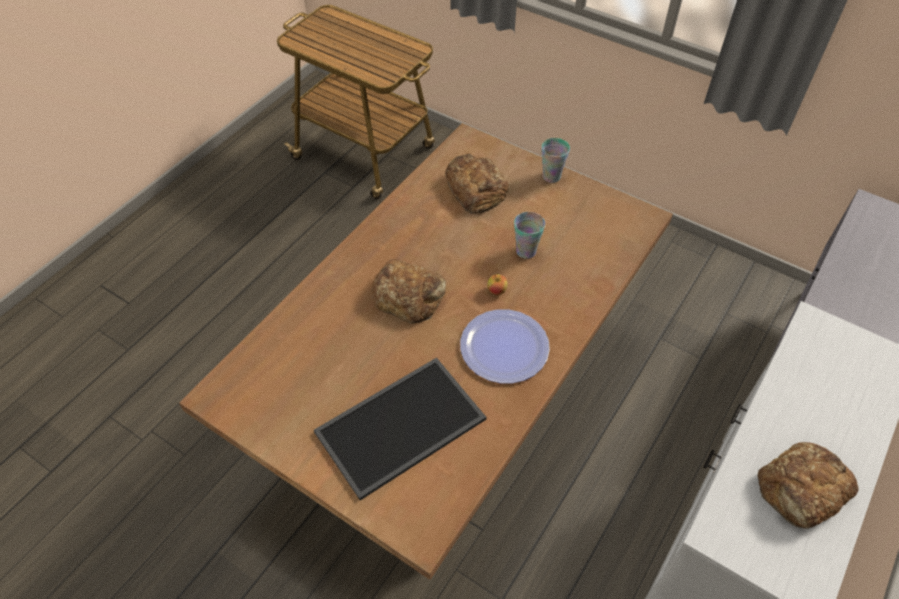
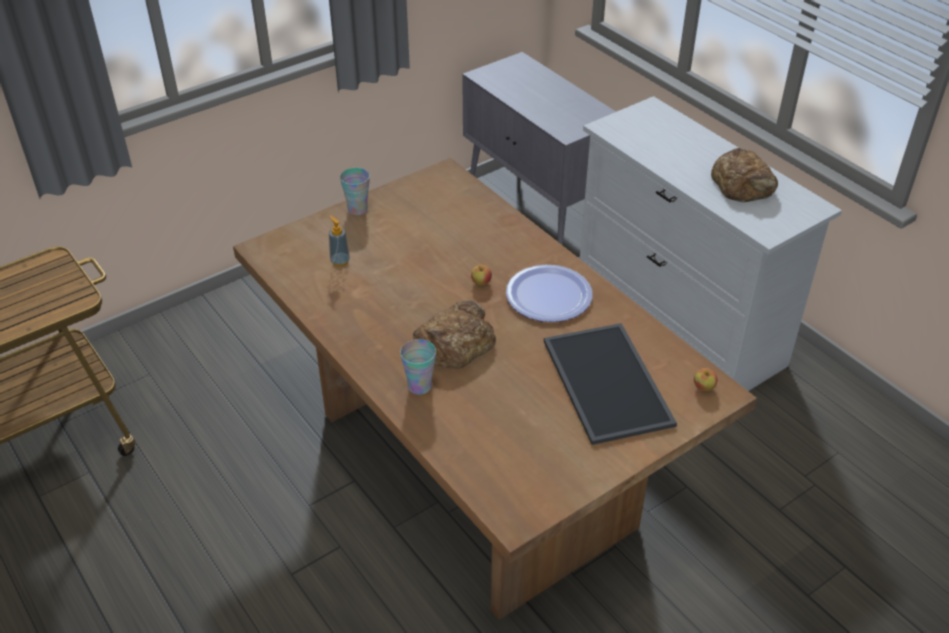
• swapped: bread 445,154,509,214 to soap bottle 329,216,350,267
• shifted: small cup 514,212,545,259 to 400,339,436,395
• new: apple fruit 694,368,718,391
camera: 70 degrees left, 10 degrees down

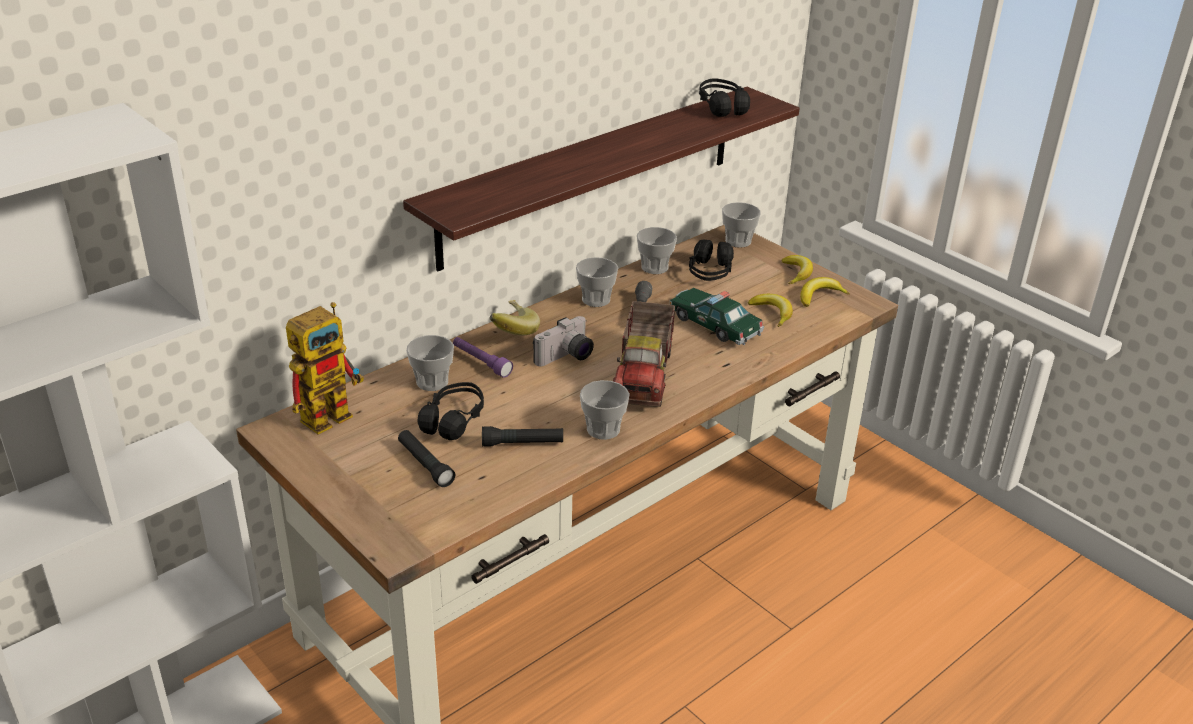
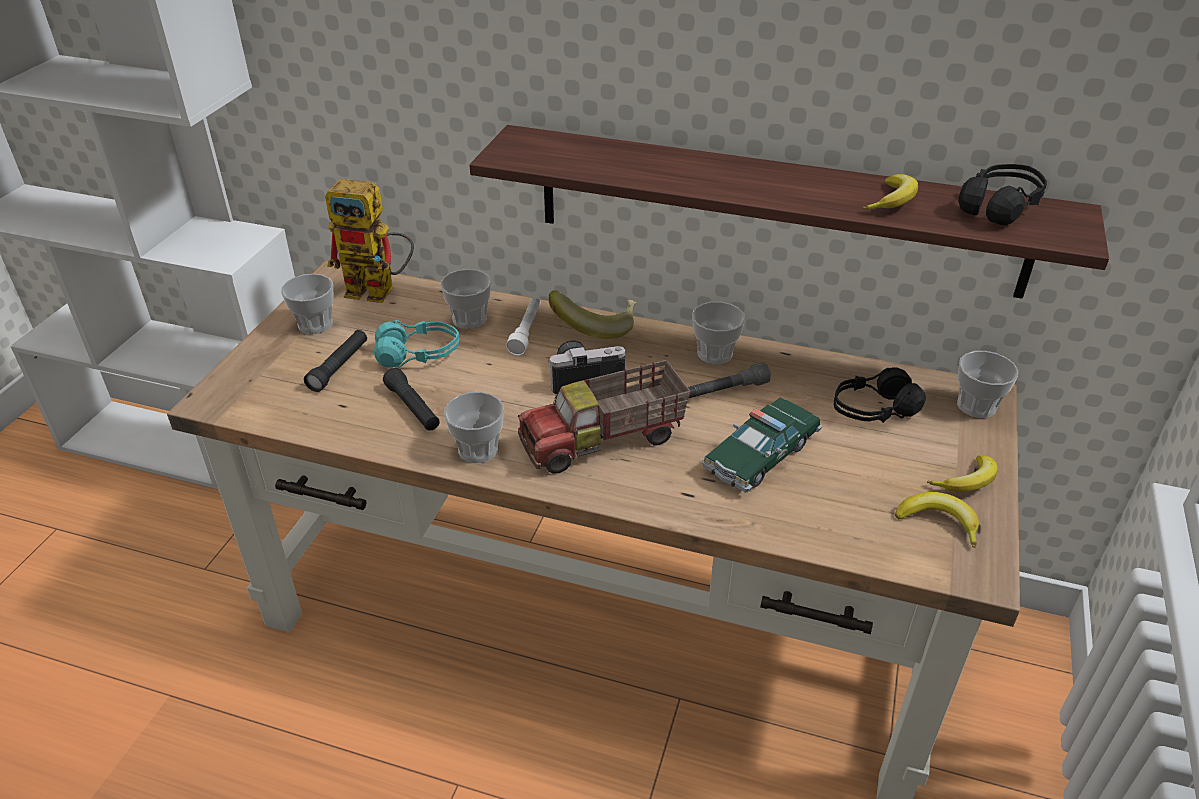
• shifted: small cup 637,227,677,274 to 281,274,334,334
• rotated: toy car 669,288,764,345 = 702,397,822,492 150 degrees counterclockwise
• shifted: whole banana 748,294,793,327 to 862,174,918,210
• rotated: still camera 533,316,594,366 = 548,340,625,394 150 degrees clockwise
• repainted: purplish flashlight 453,337,513,378 to white flashlight 506,298,540,355
• repainted: black-coloured pair of headphones 418,382,484,440 to turquoise pair of headphones 374,320,460,368
camera: 60 degrees right, 5 degrees up

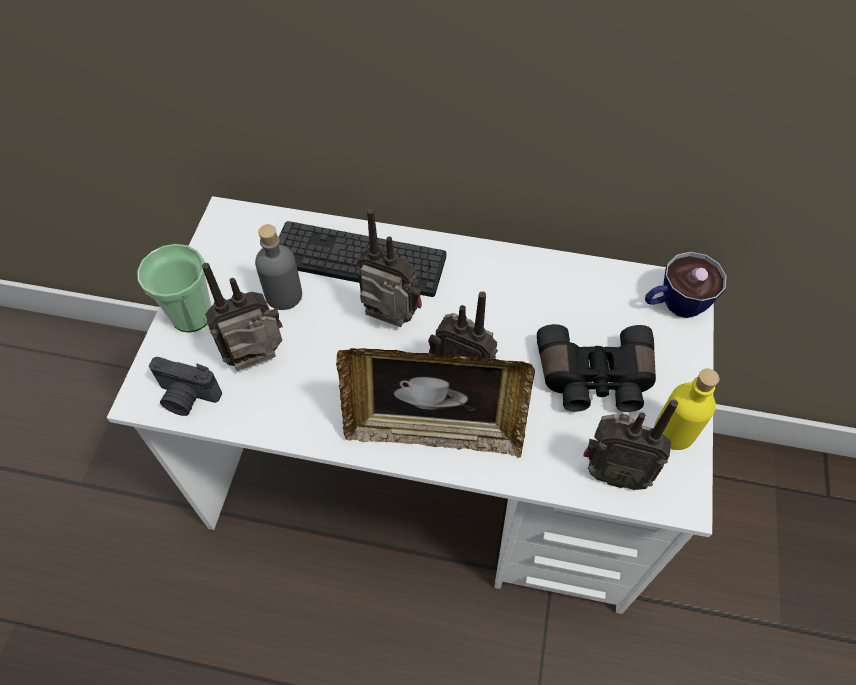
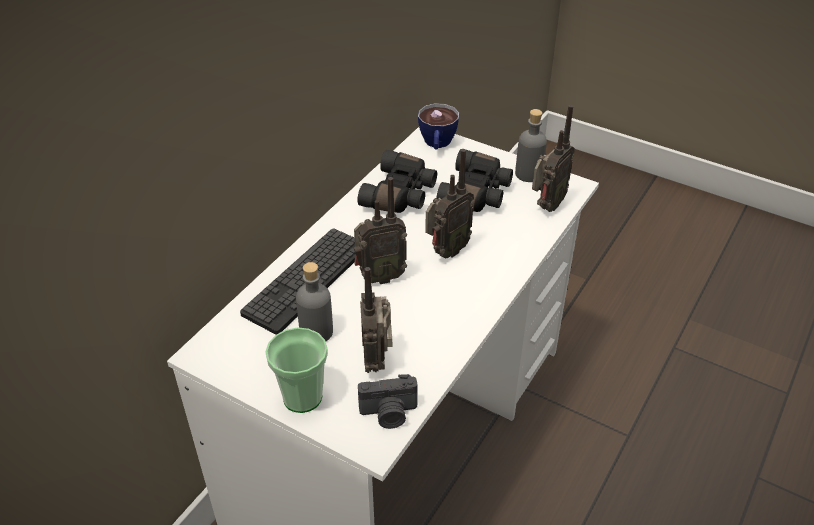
• rotated: radio 357,209,422,327 = 354,177,407,284 150 degrees counterclockwise
• gone: standing frame 336,348,535,458
• rotated: still camera 149,357,222,416 = 358,374,418,429 45 degrees clockwise
• repainted: yellow-coloured drink bottle 654,369,719,450 to grey drink bottle 515,109,547,182
• new: black-coloured field glasses 357,150,437,213
camera: 70 degrees left, 15 degrees down

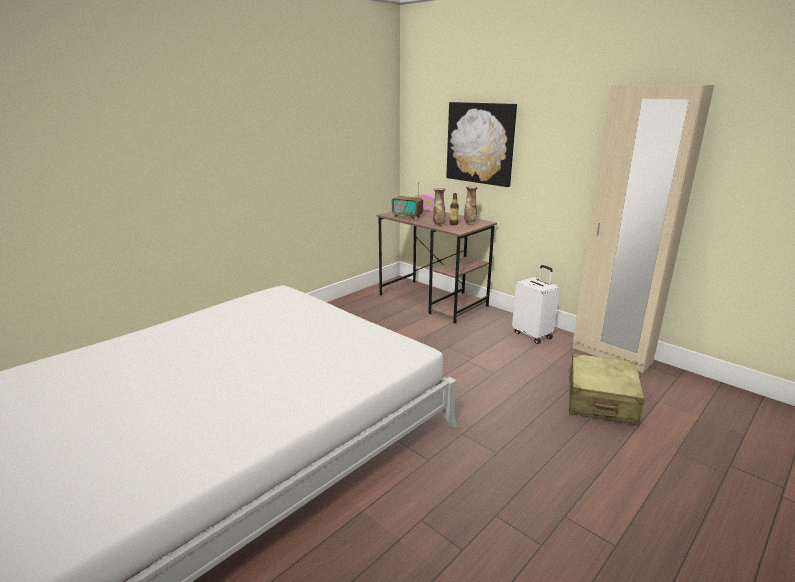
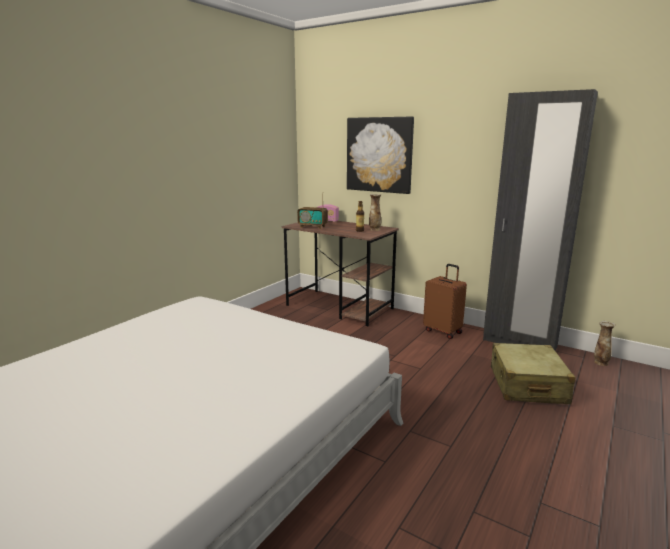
• repainted: sand-coloured wardrobe 573,85,714,373 to black-coloured wardrobe 483,89,598,351
• shifted: decorative vase 433,187,446,227 to 594,321,616,366
• repainted: white suitcase 512,265,559,344 to brownish suitcase 423,264,467,339
camera: 10 degrees left, 5 degrees down

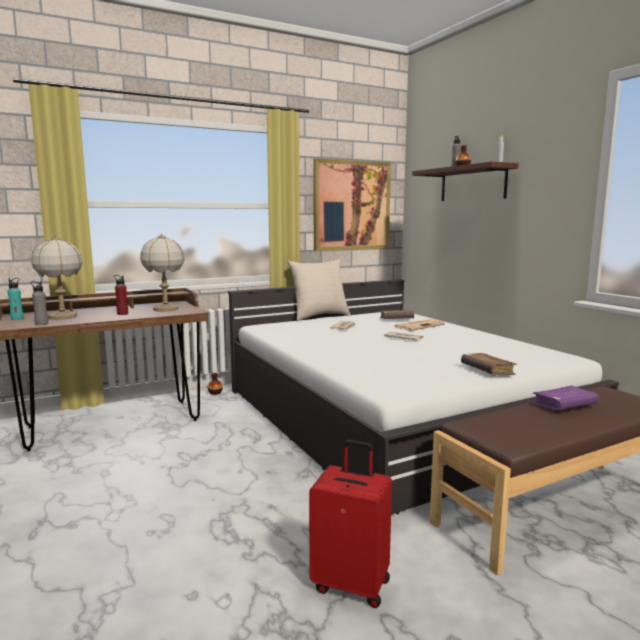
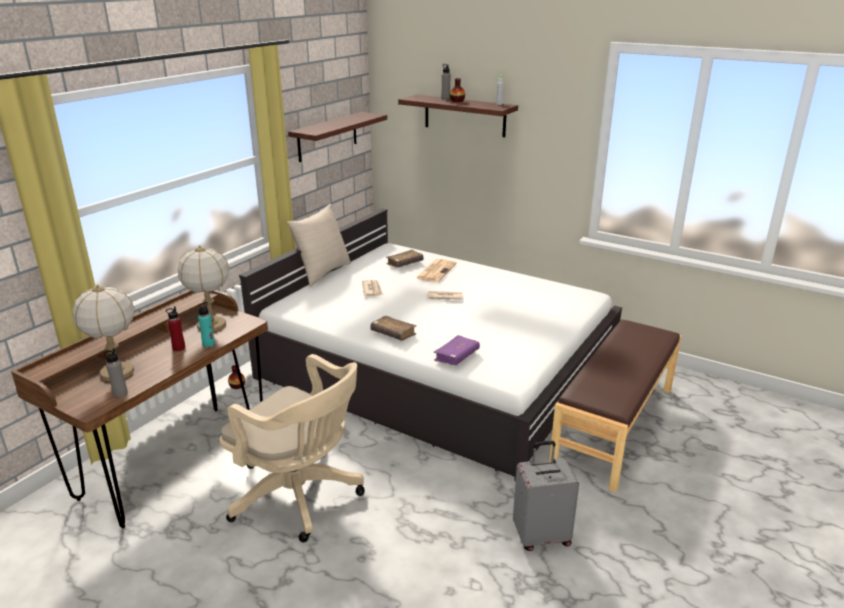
• swapped: wall art 313,158,391,251 to bracket shelf 288,112,387,162
• shifted: turquoise drink bottle 8,278,24,320 to 198,302,215,347
• shifted: brownish book 461,353,517,375 to 370,316,417,341
• shifted: purplish book 533,386,599,410 to 433,335,480,365
• repainted: red-coloured suitcase 309,440,392,608 to grey suitcase 513,441,579,551
• new: sand-coloured computer chair 219,354,365,542
camera: 30 degrees left, 15 degrees up

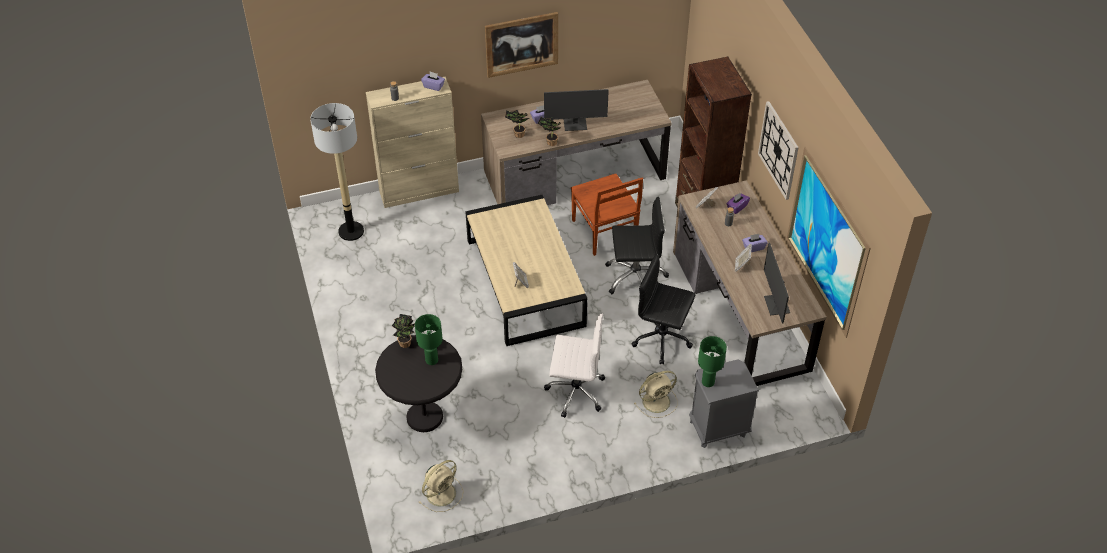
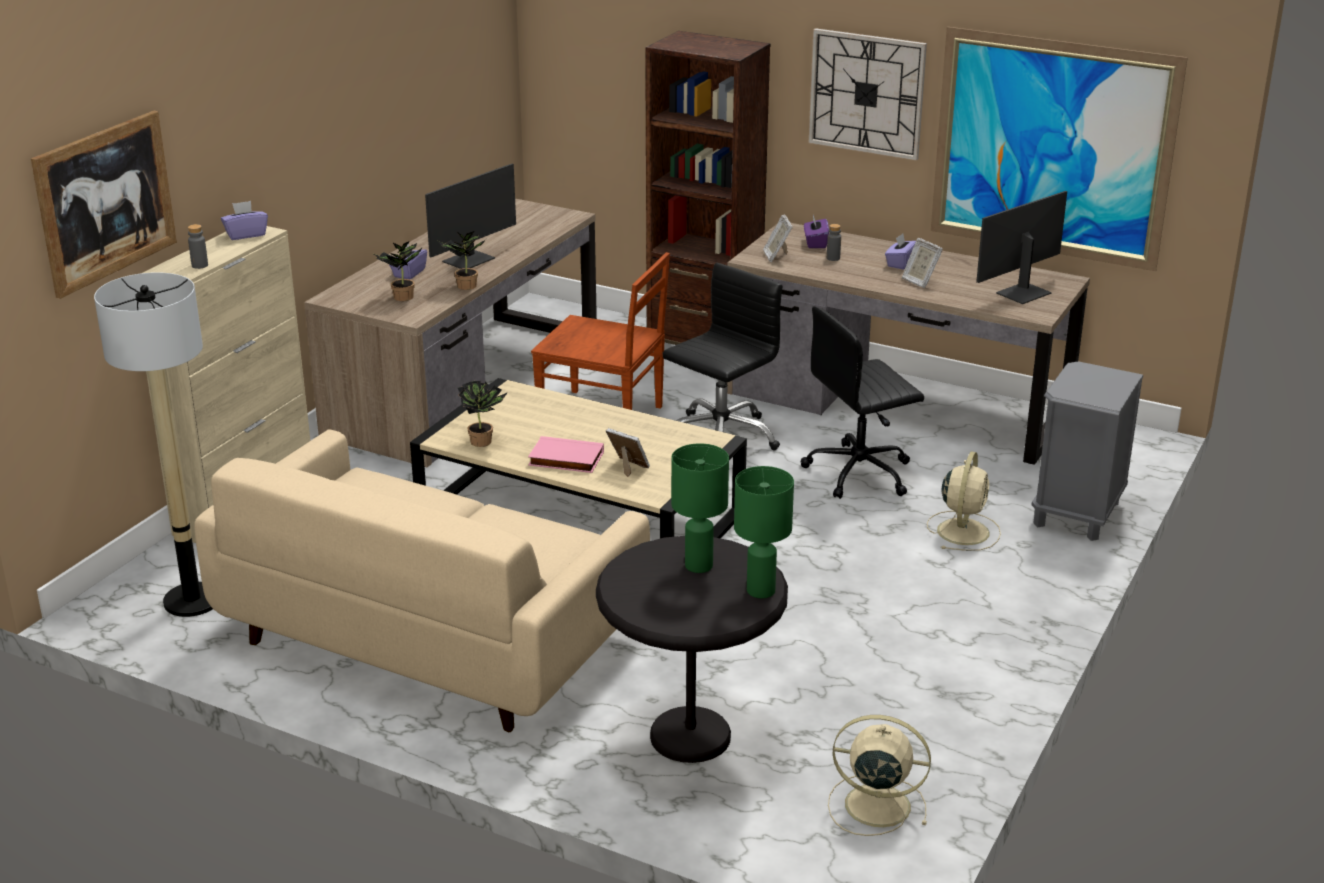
• shifted: wall art 485,12,558,78 to 31,111,177,299
• rotated: computer display 764,243,790,323 = 976,191,1067,304 105 degrees clockwise
• gone: white computer chair 544,313,605,418
• shifted: houseplant 392,314,415,348 to 458,381,508,447
• shifted: greenish tabletop lamp 698,336,727,387 to 734,466,794,598
• rotated: sand-coloured electric fan 419,460,464,512 = 828,715,931,836 75 degrees counterclockwise
• new: sand-coloured settee 194,430,650,732
• new: pinkish book 528,436,604,473
camera: 45 degrees left, 20 degrees down

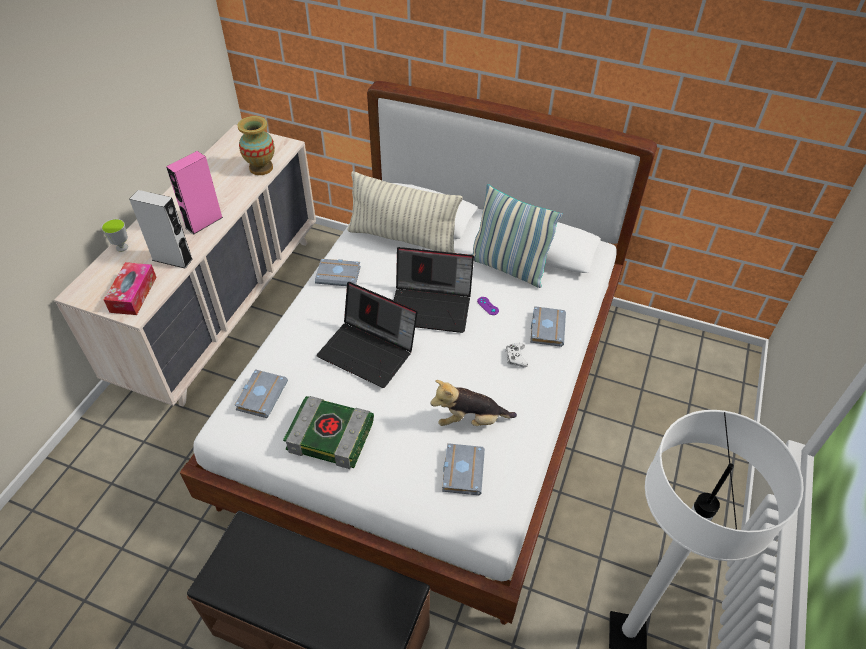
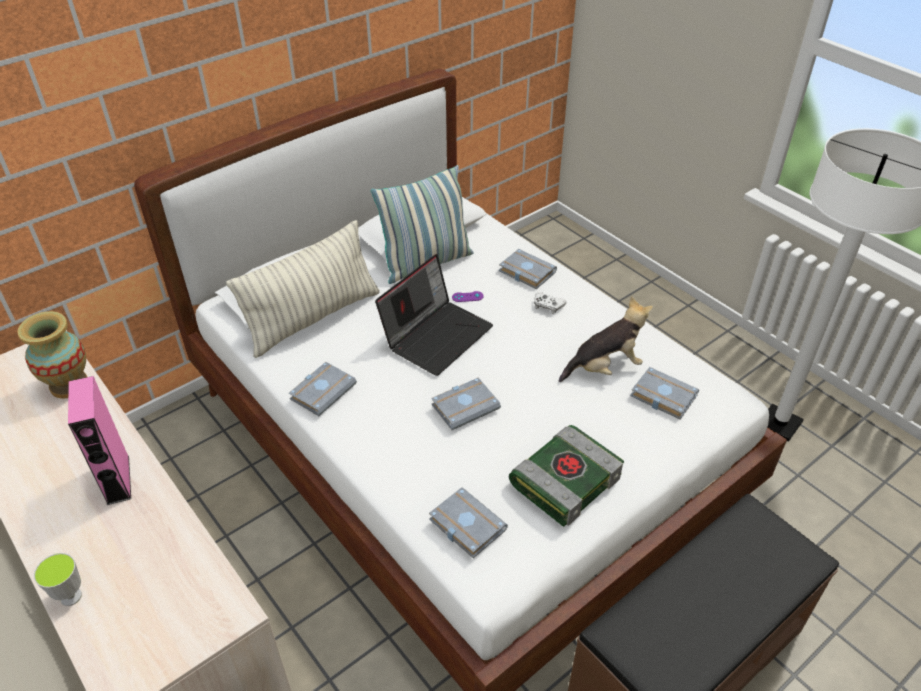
• gone: grey loudspeaker 129,190,193,269
• gone: box of tissues 104,262,157,315
• swapped: portable computer 316,282,418,388 to grey book 431,378,501,430
• rotated: cuddly toy 431,380,517,426 = 559,296,653,382 135 degrees counterclockwise
camera: 60 degrees left, 5 degrees down

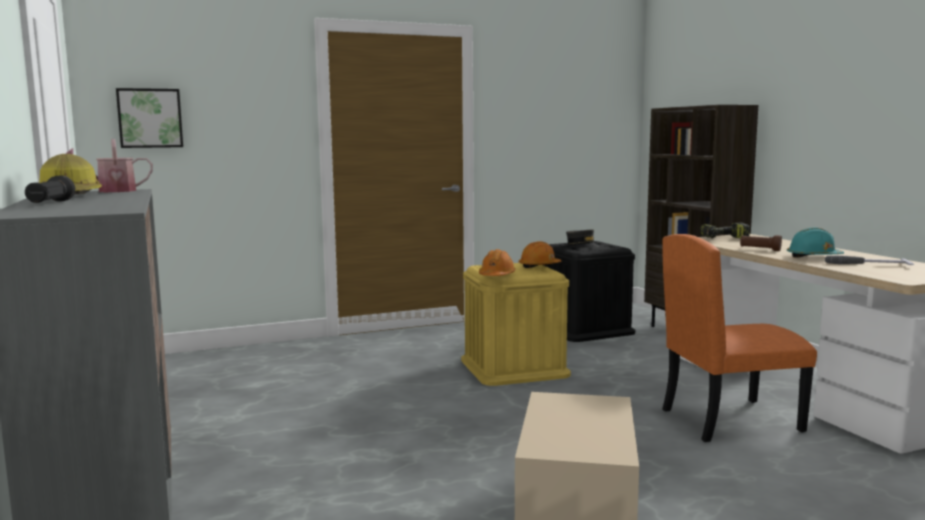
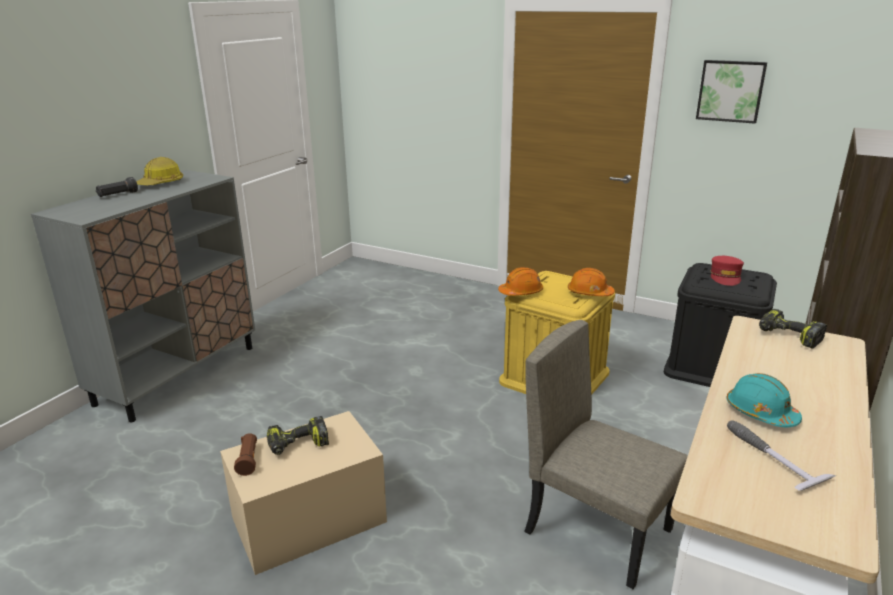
• shifted: wall art 116,88,183,148 to 696,60,767,124
• gone: watering can 66,139,153,192
• repainted: grey baseball cap 566,229,599,248 to red-coloured baseball cap 710,256,744,286
• repainted: orange chair 662,234,817,442 to sand-coloured chair 524,320,688,589
• shifted: brownish flashlight 740,235,782,251 to 234,433,257,476
• new: electric drill 267,416,329,455
camera: 50 degrees right, 15 degrees up

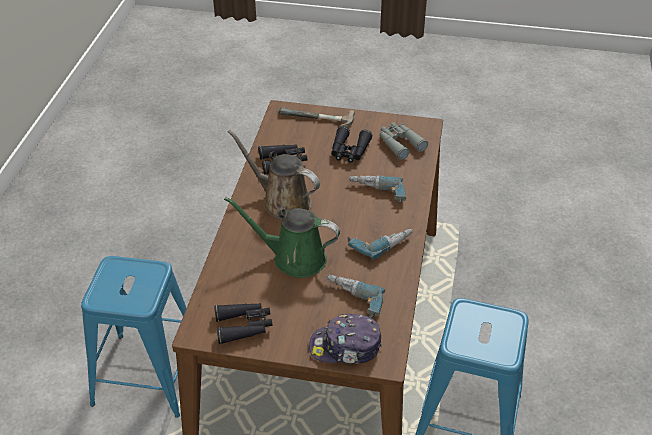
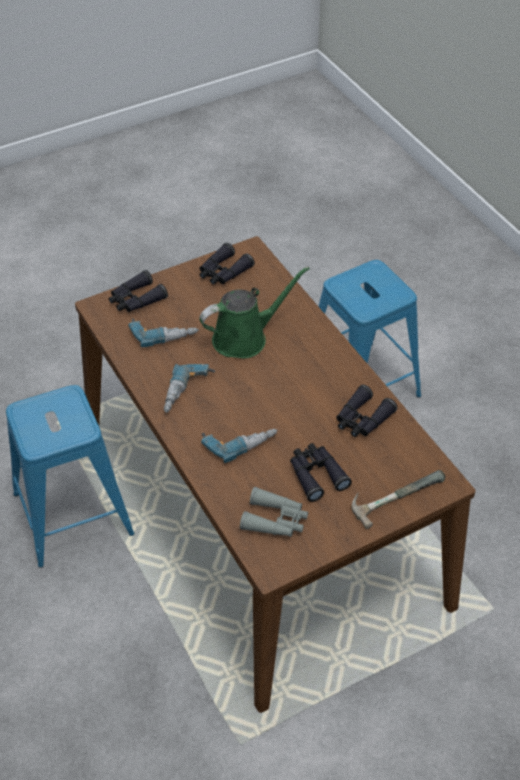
• gone: brownish watering can 228,130,320,219
• swapped: baseball cap 309,314,382,364 to black-coloured field glasses 109,270,168,312
camera: 140 degrees right, 5 degrees up

